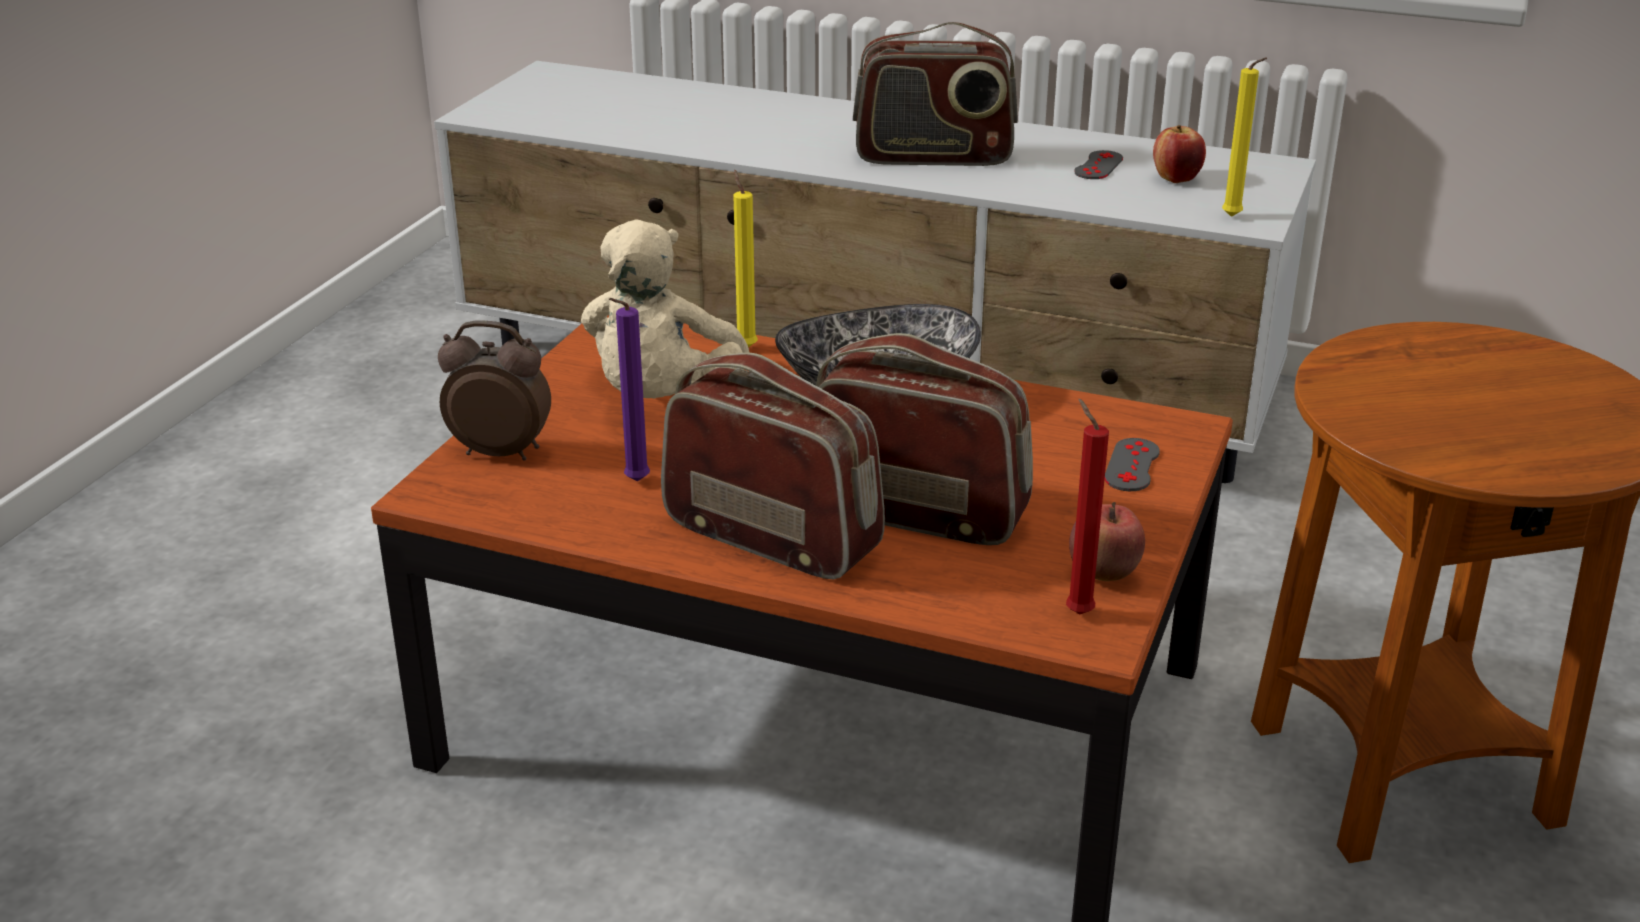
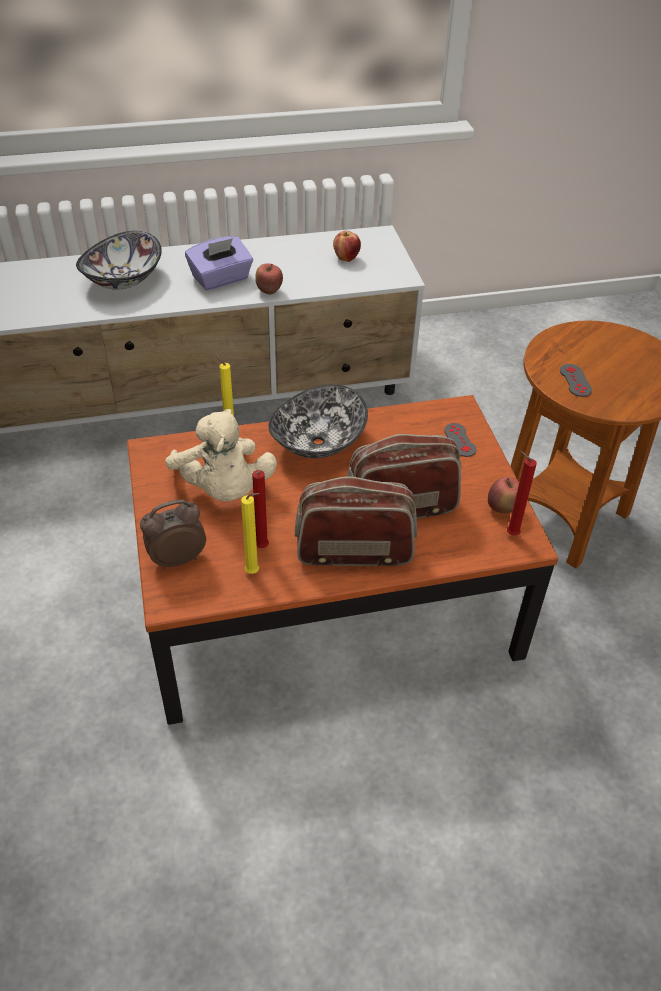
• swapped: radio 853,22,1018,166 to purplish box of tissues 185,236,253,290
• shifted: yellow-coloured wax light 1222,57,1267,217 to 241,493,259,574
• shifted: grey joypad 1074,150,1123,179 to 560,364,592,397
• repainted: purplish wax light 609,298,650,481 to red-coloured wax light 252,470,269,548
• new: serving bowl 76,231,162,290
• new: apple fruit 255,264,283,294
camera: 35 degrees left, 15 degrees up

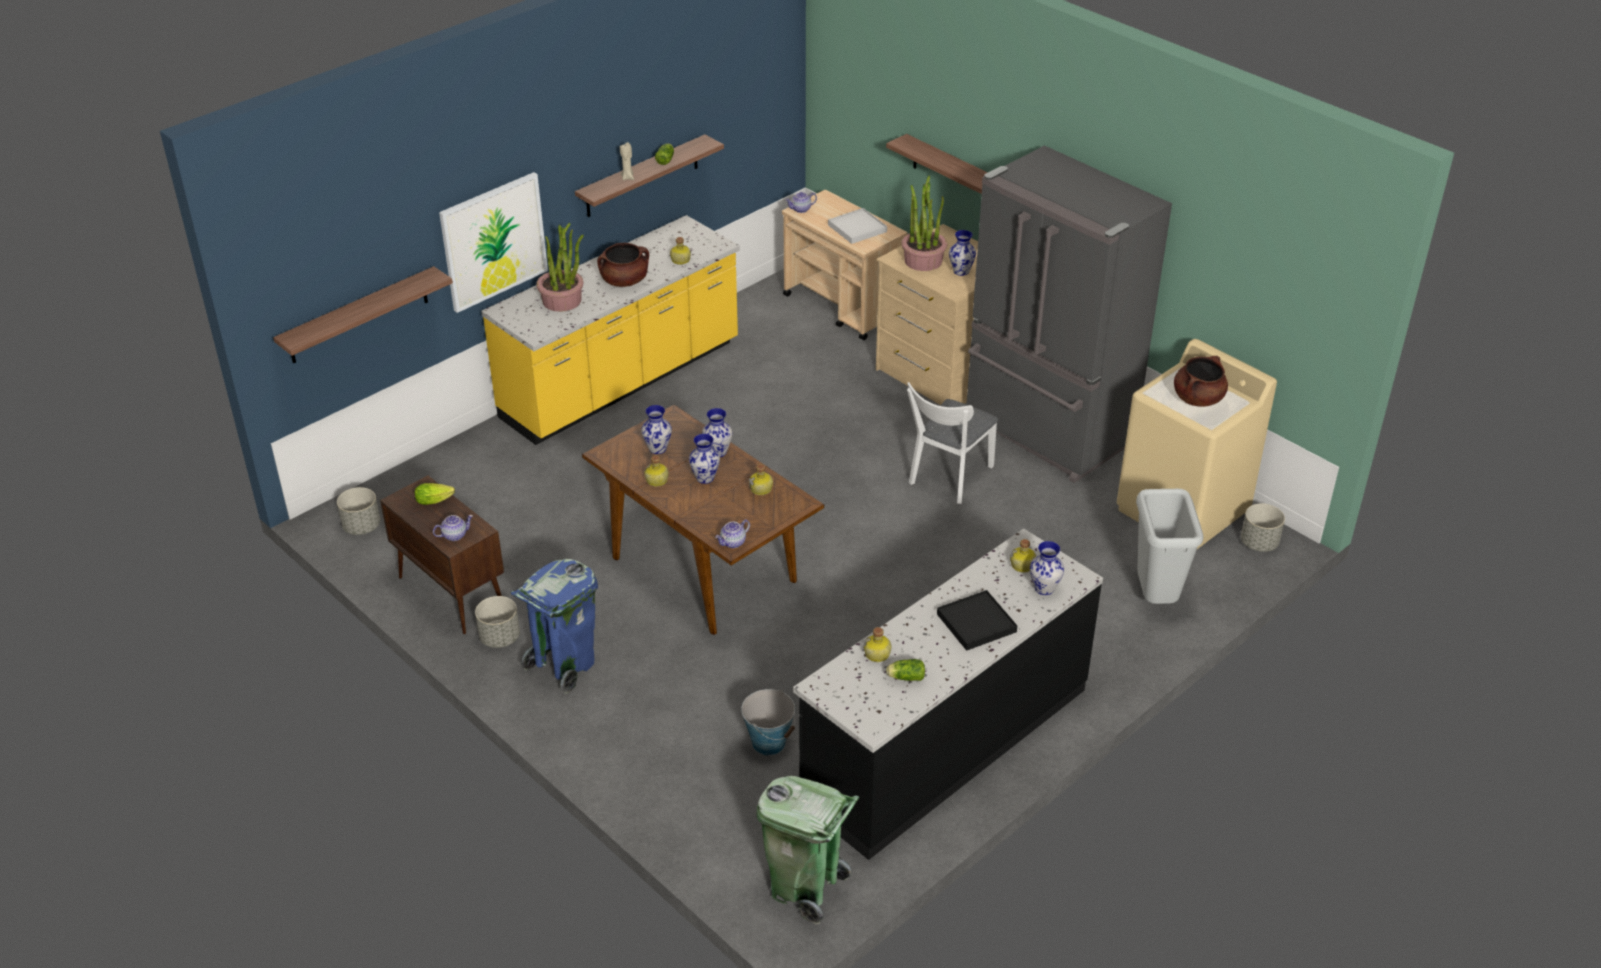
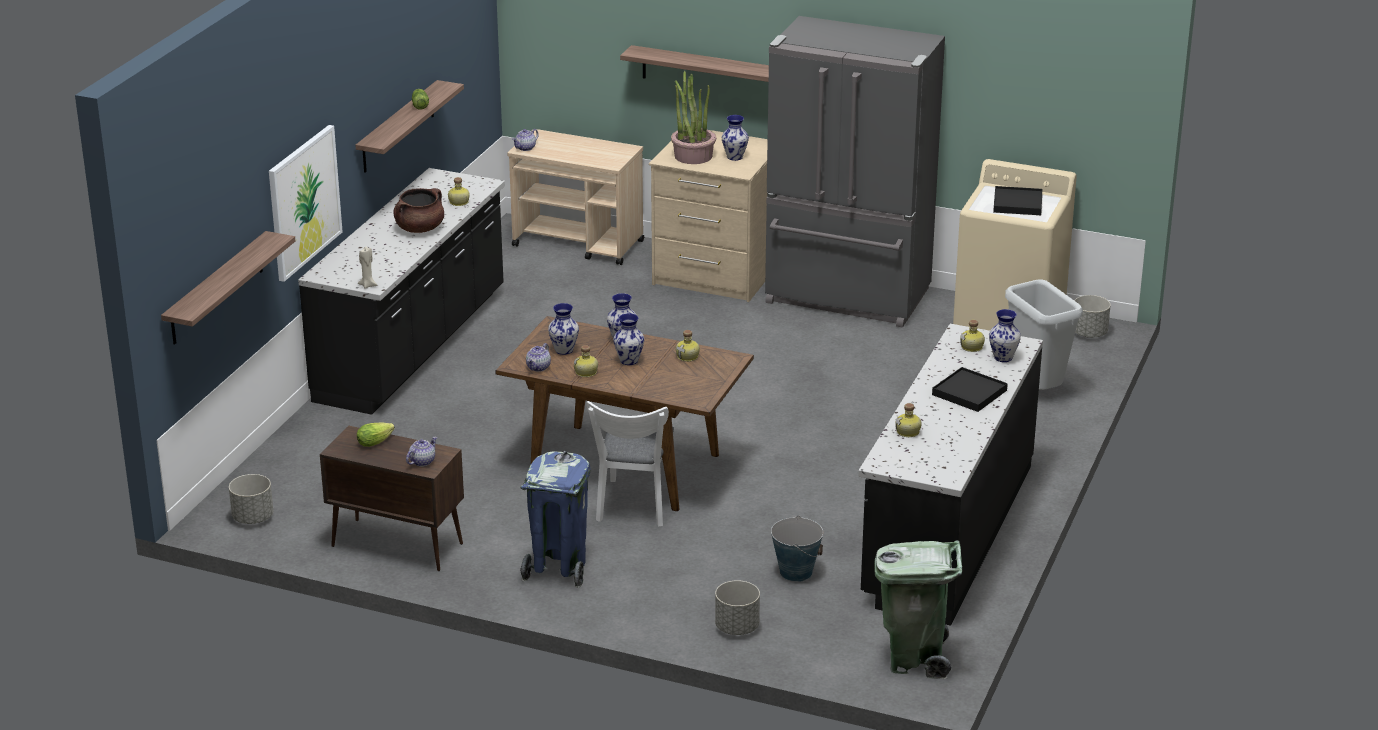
• shifted: sand-coloured wax light 620,142,634,180 to 358,247,377,289
• gone: white tray 828,208,887,244
• repainted: yellow-coloured kitchen base unit 481,215,740,445 to black-coloured kitchen base unit 298,168,505,415
• gone: houseplant 536,223,584,312
• swapped: brownish cooking pot 1174,356,1228,407 to black-coloured tray 993,186,1042,215
• shifted: white chair 907,382,998,504 to 586,401,674,527
• shifted: teapot 715,519,750,548 to 526,343,551,372
• shifted: grey plant pot 475,596,520,648 to 715,580,760,635
• gone: lettuce head 886,659,925,681
camera: 25 degrees left, 10 degrees down

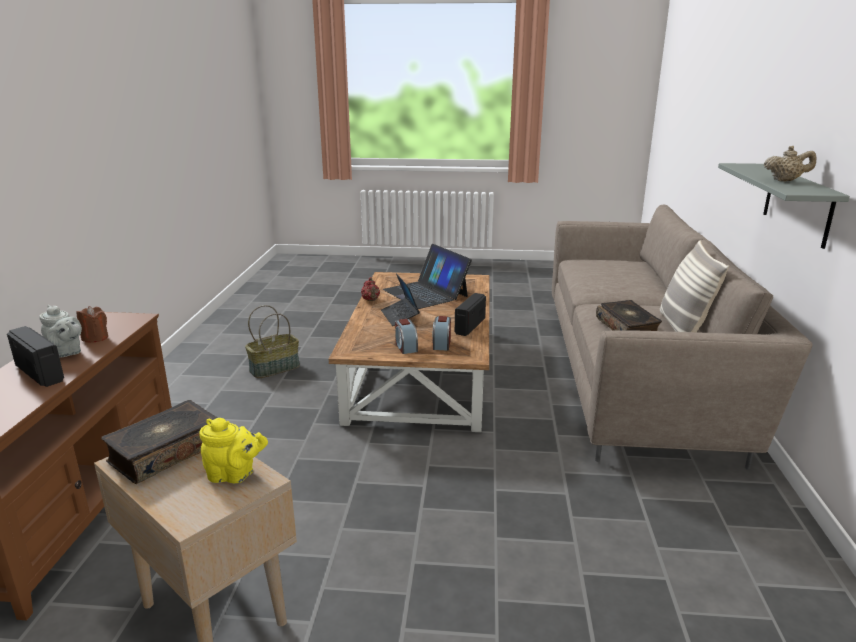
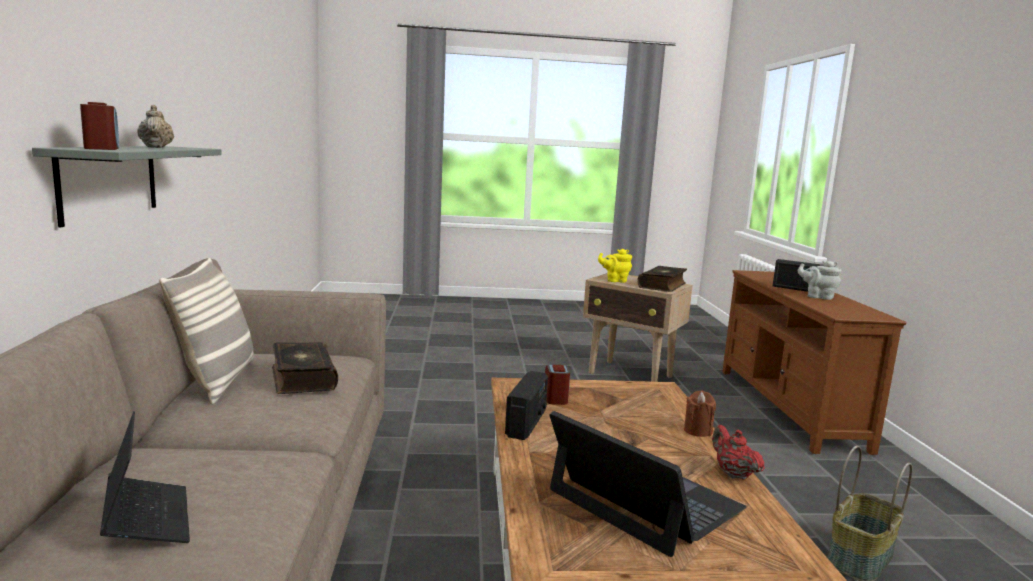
• rotated: sand-coloured teapot 764,146,816,181 = 137,105,174,148 75 degrees clockwise
• shifted: portable computer 381,273,420,326 to 100,411,190,543
• shifted: brownish wax light 77,306,108,343 to 684,391,716,437
• shifted: alarm clock 395,319,418,354 to 80,102,119,150
camera: 170 degrees right, 10 degrees down

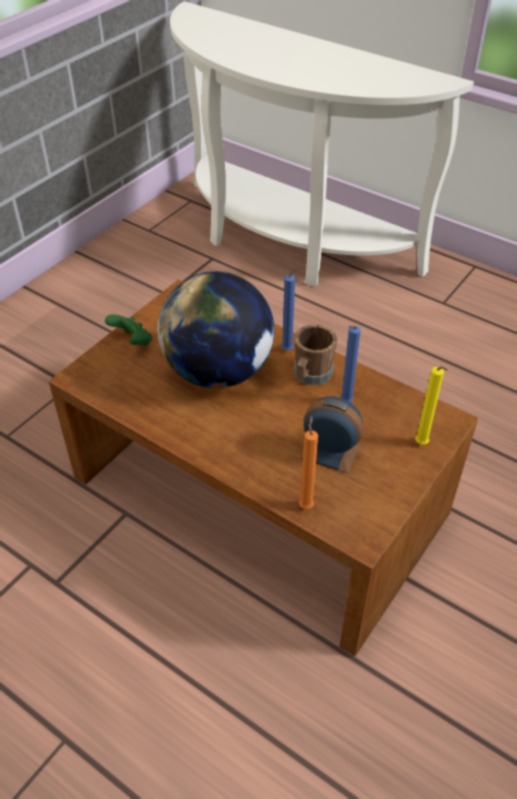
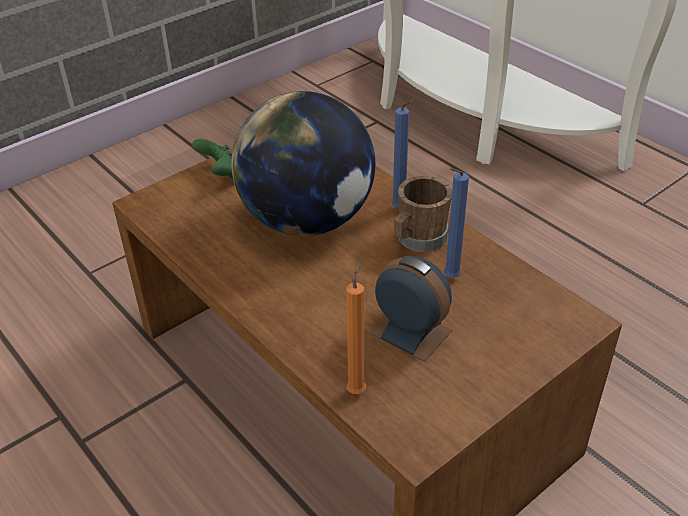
• gone: yellow-coloured wax light 415,367,447,445
camera: 15 degrees right, 5 degrees down

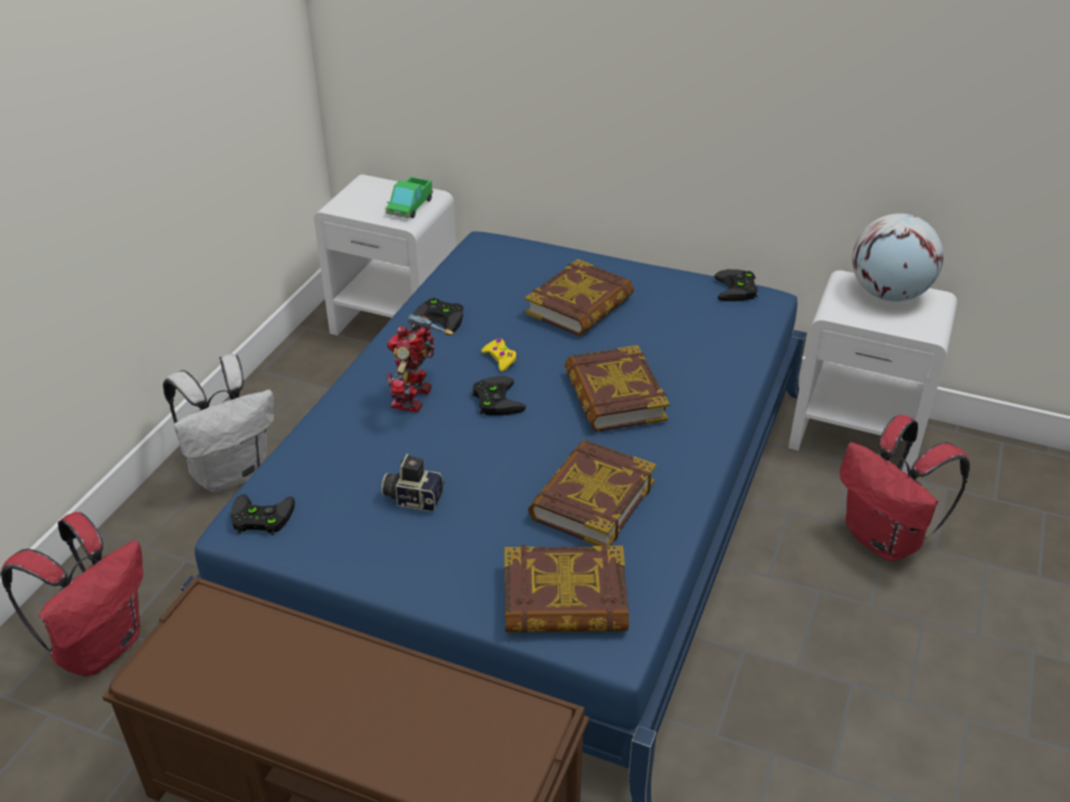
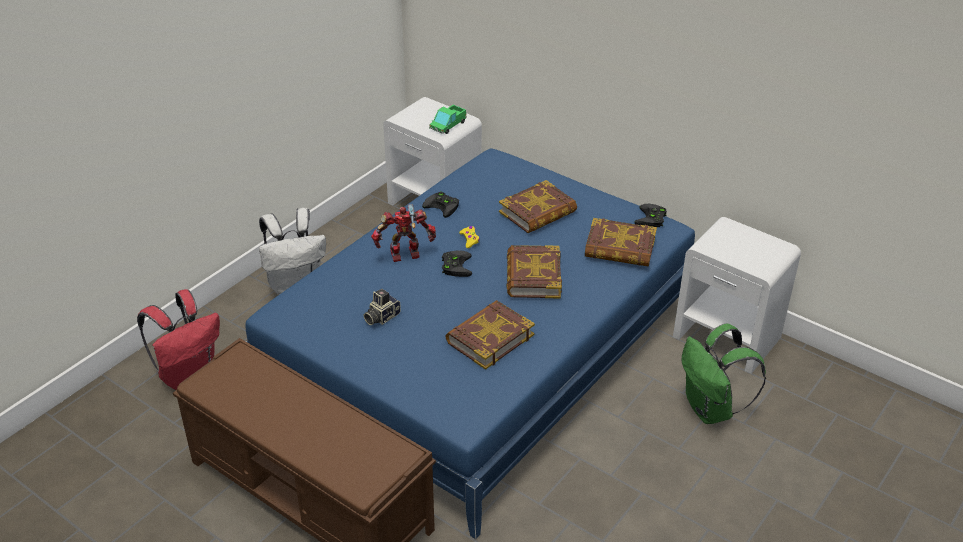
• gone: world globe 852,213,944,301
• rotated: toy robot 387,314,454,412 = 371,204,436,262 45 degrees clockwise
• repainted: red-coloured backpack 840,415,970,561 to greenish backpack 681,324,766,424
• rotated: still camera 381,454,444,512 = 364,289,401,325 75 degrees counterclockwise
• gone: black-coloured joypad 231,494,295,535
• shifted: book 504,544,629,633 to 585,218,657,267
camera: 15 degrees right, 0 degrees up

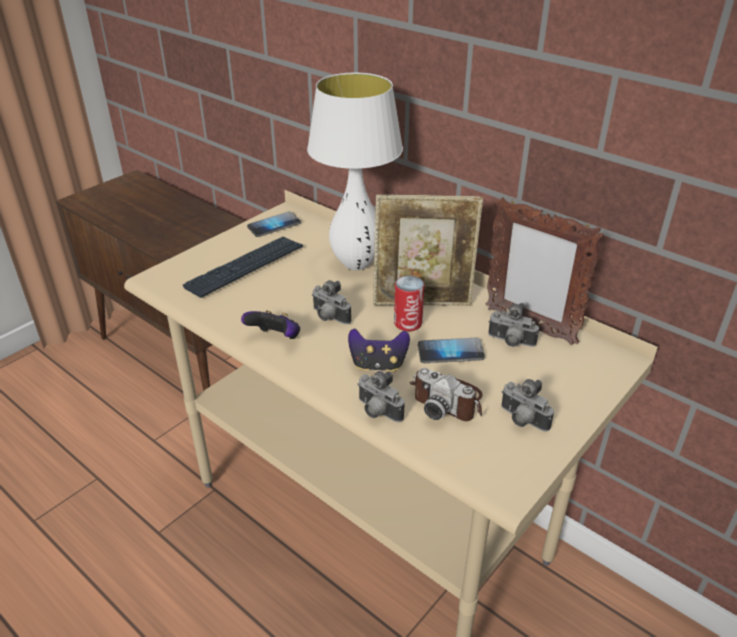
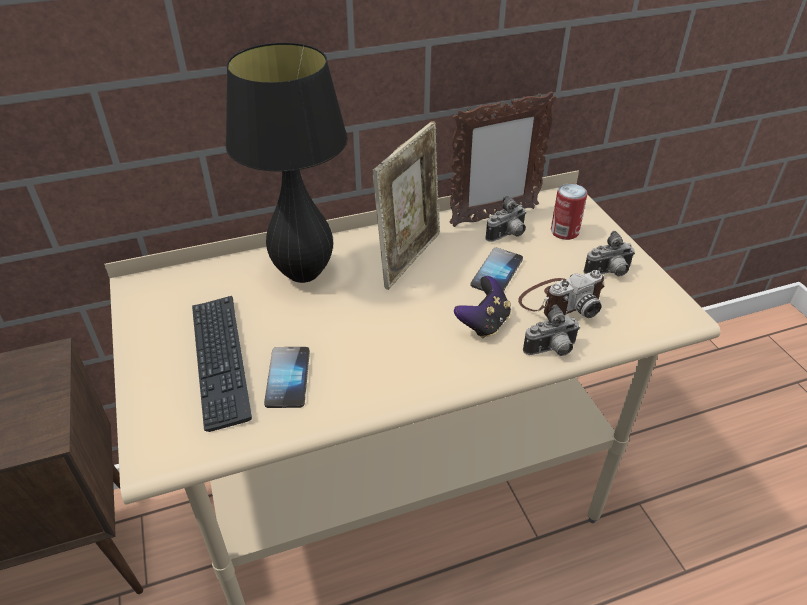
• repainted: white tabletop lamp 307,73,403,270 to black-coloured tabletop lamp 225,43,348,283
• shifted: telephone 247,211,301,237 to 264,347,310,408
• shifted: can 394,276,425,331 to 551,184,588,240
• gone: still camera 312,280,351,324
• gone: joypad 241,310,300,339
camera: 60 degrees left, 5 degrees up

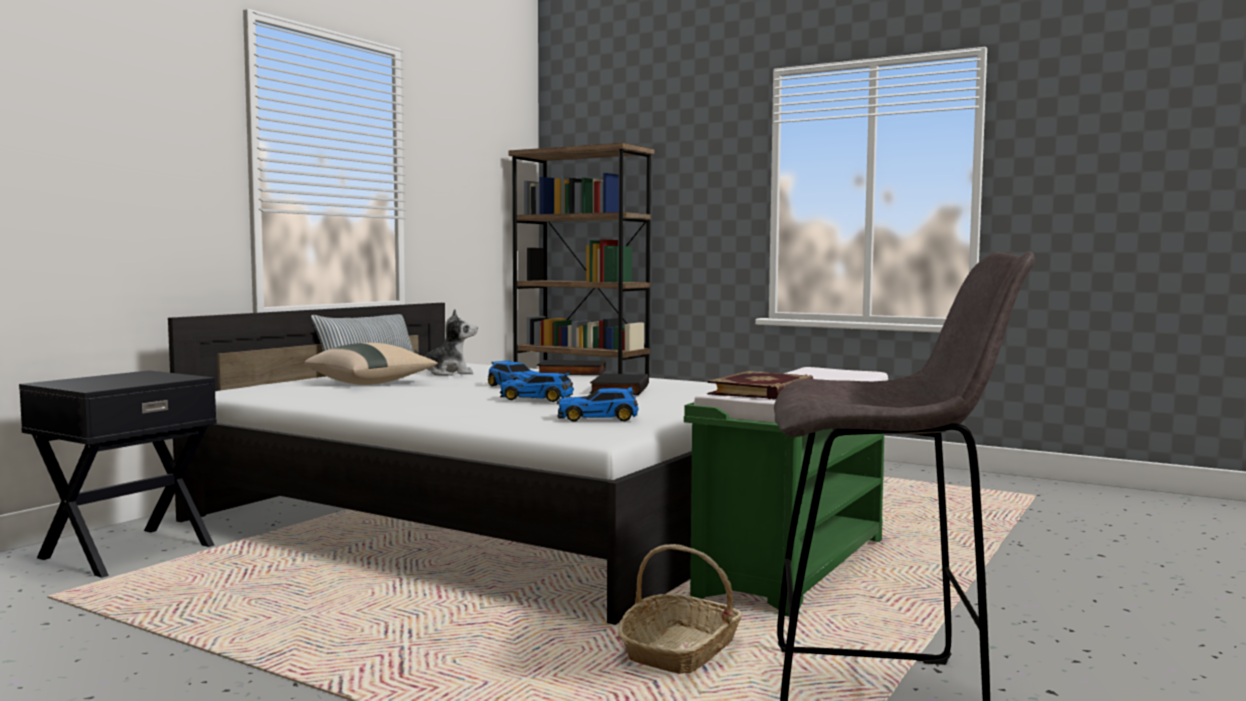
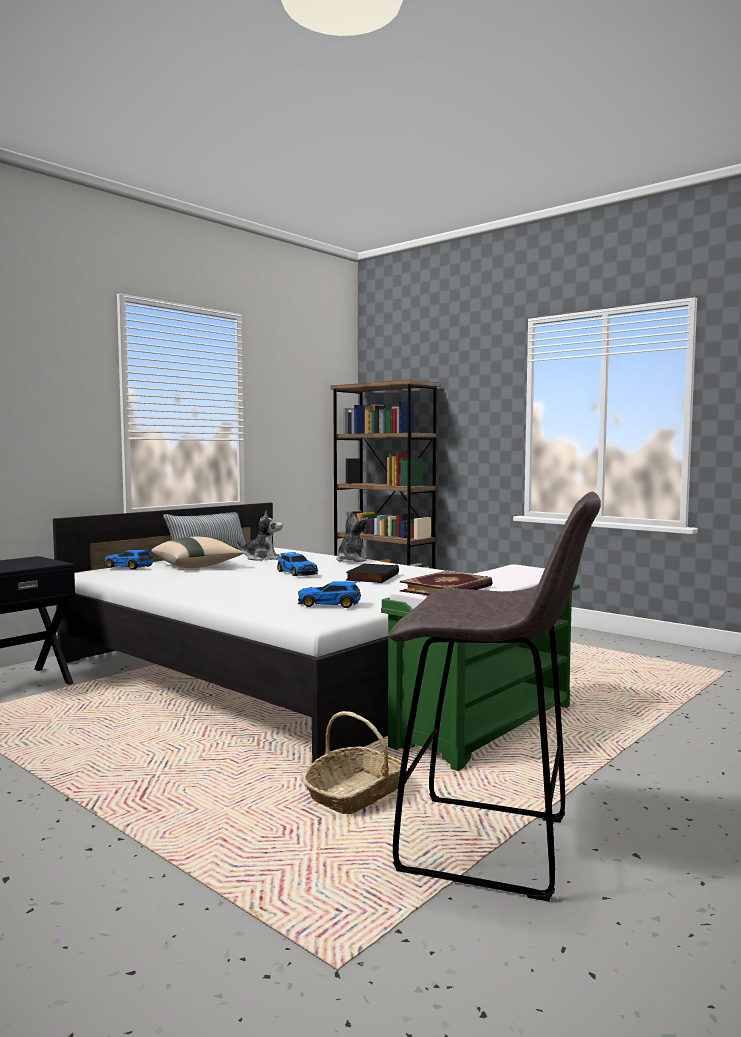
• swapped: black-coloured book 537,360,606,375 to cuddly toy 336,511,368,562
• shifted: toy car 500,372,574,402 to 104,550,153,570
camera: 10 degrees right, 0 degrees up

